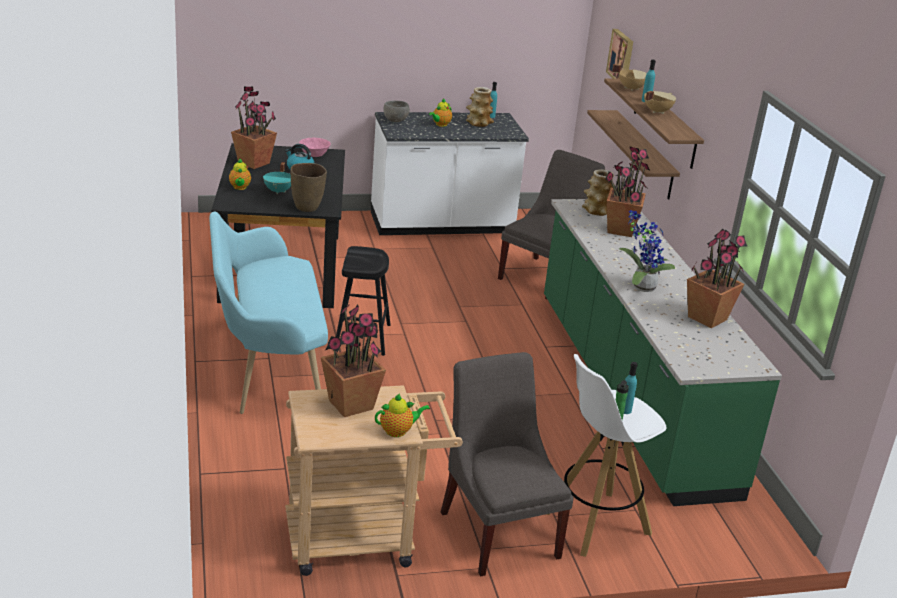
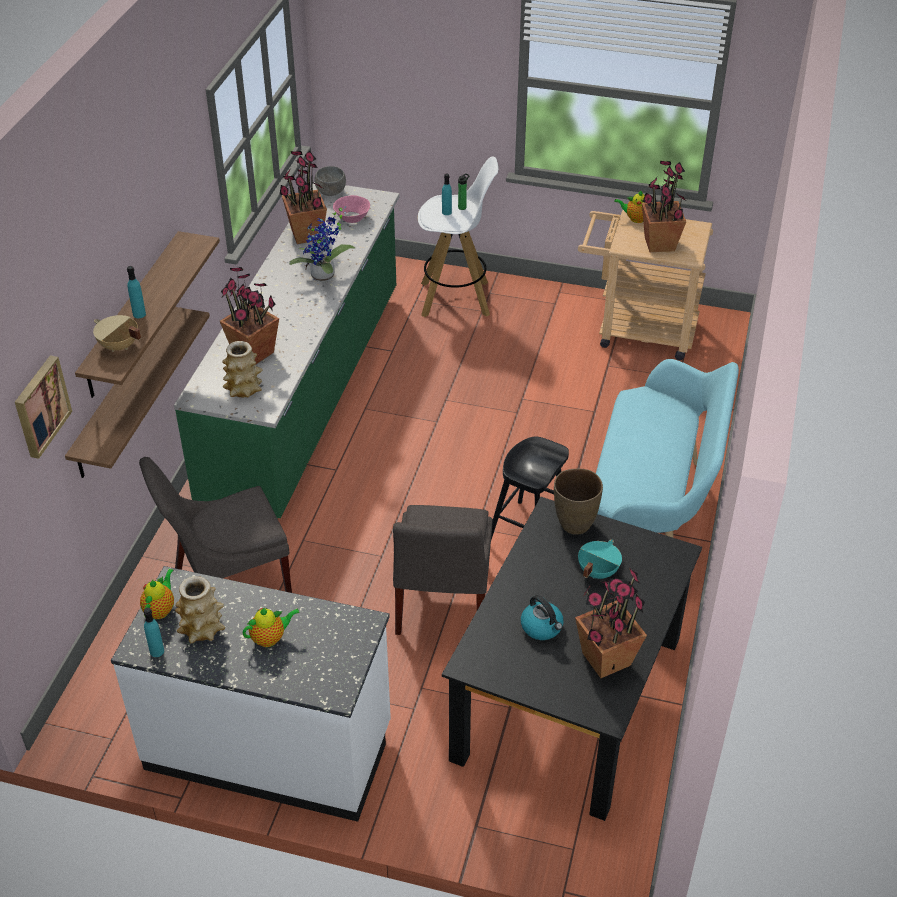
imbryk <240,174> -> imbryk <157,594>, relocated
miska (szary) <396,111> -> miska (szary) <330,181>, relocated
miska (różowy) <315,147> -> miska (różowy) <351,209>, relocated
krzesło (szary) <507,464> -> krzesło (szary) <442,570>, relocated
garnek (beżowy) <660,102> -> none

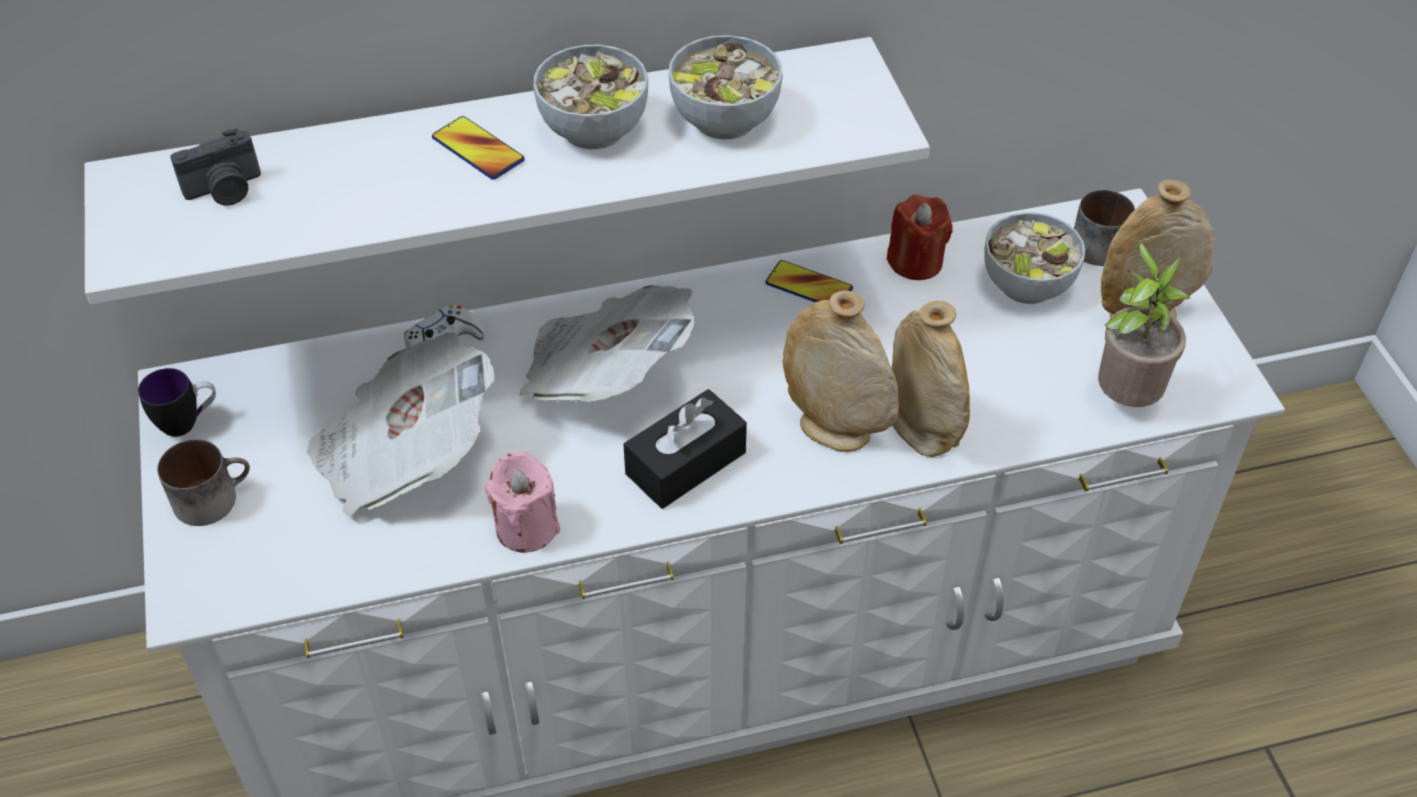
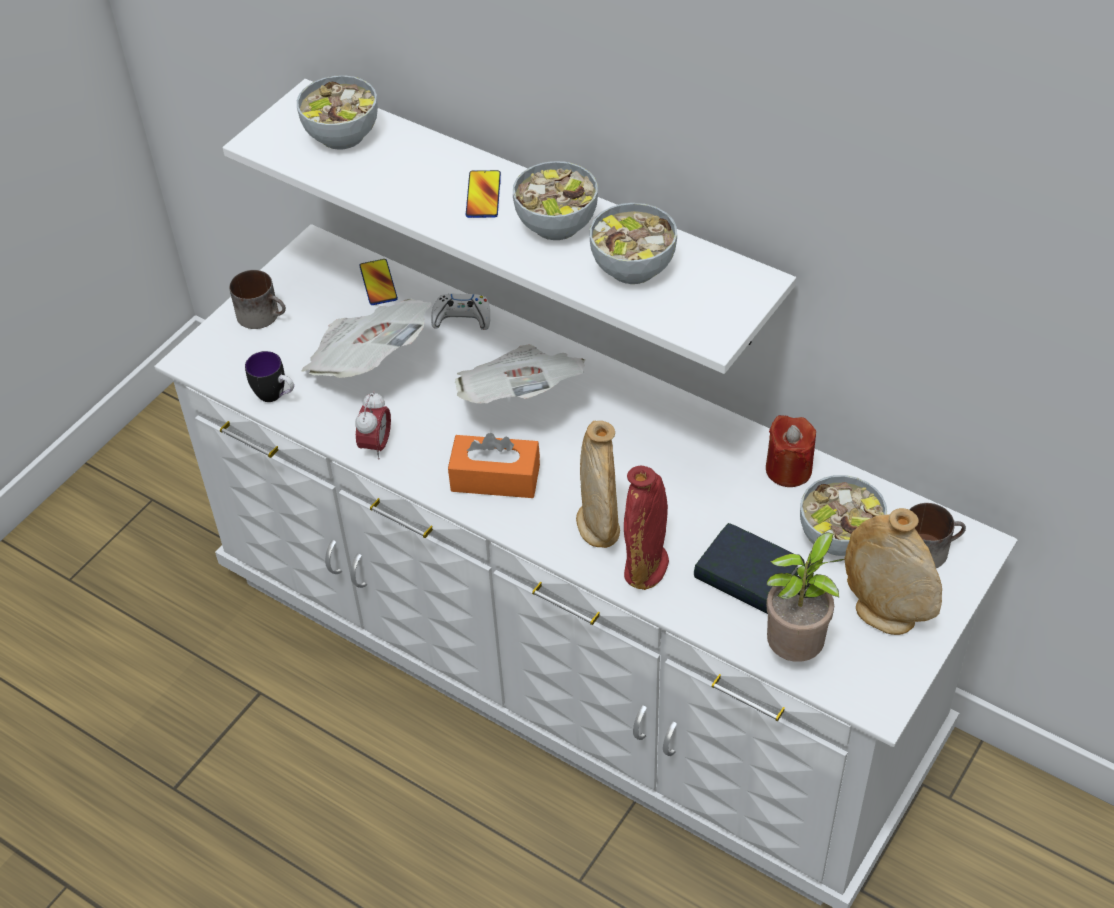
kubek <177,402> -> kubek <269,376>, relocated
aparat fotograficzny <215,167> -> miska <337,112>
świeca (różowy) <522,502> -> budzik <373,425>
telefon <809,281> -> telefon <378,282>, relocated
pudełko chusteczek (czarny) <685,449> -> pudełko chusteczek (pomarańczowy) <494,465>
wazon (beżowy) <931,379> -> wazon (czerwony) <646,528>
none -> książka <746,568>

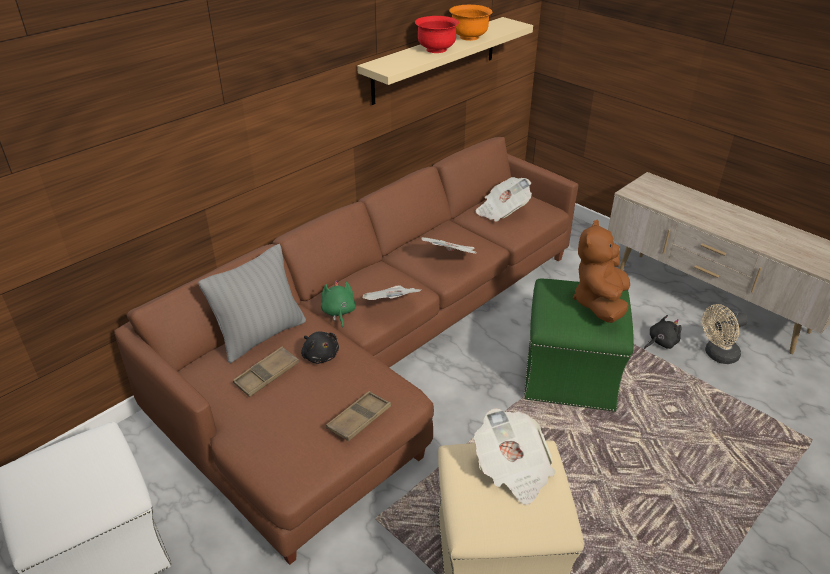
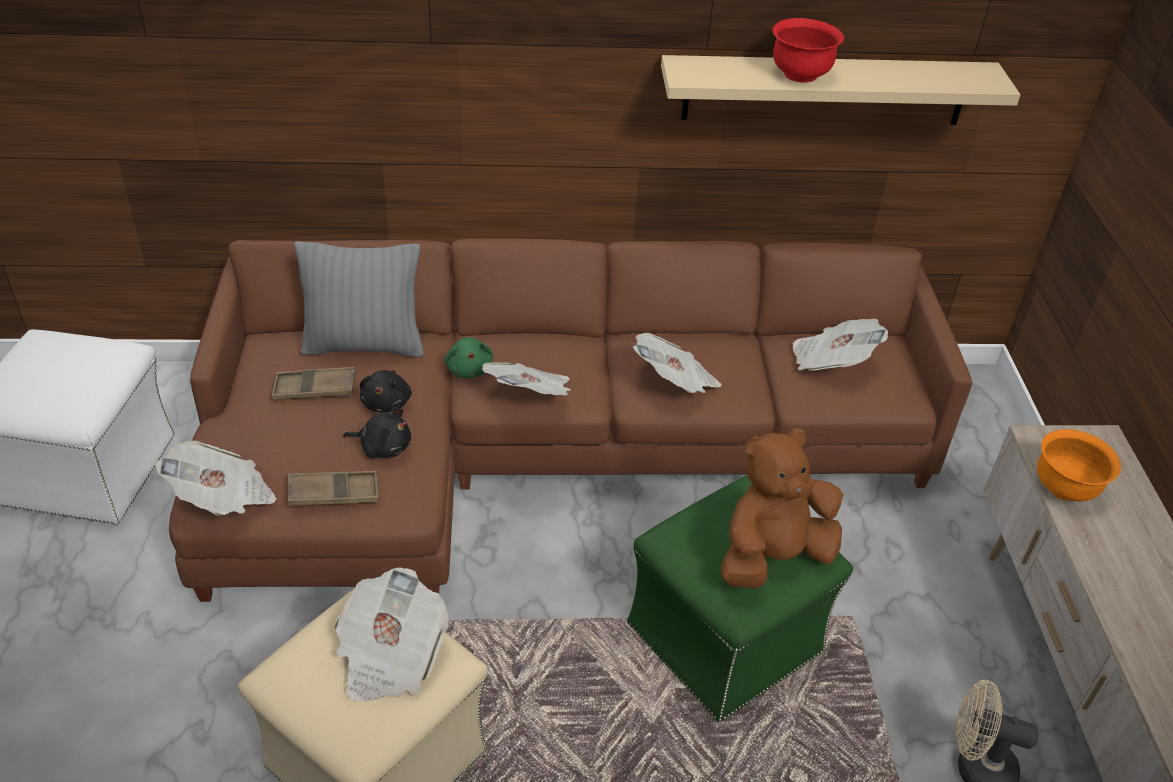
none -> gazeta <216,478>
pluszak (czarny) <662,332> -> pluszak (czarny) <377,433>, relocated
pluszak (zielony) <338,304> -> pluszak (zielony) <468,357>, 135 degrees clockwise
miska (pomarańczowy) <470,23> -> miska (pomarańczowy) <1079,465>, relocated

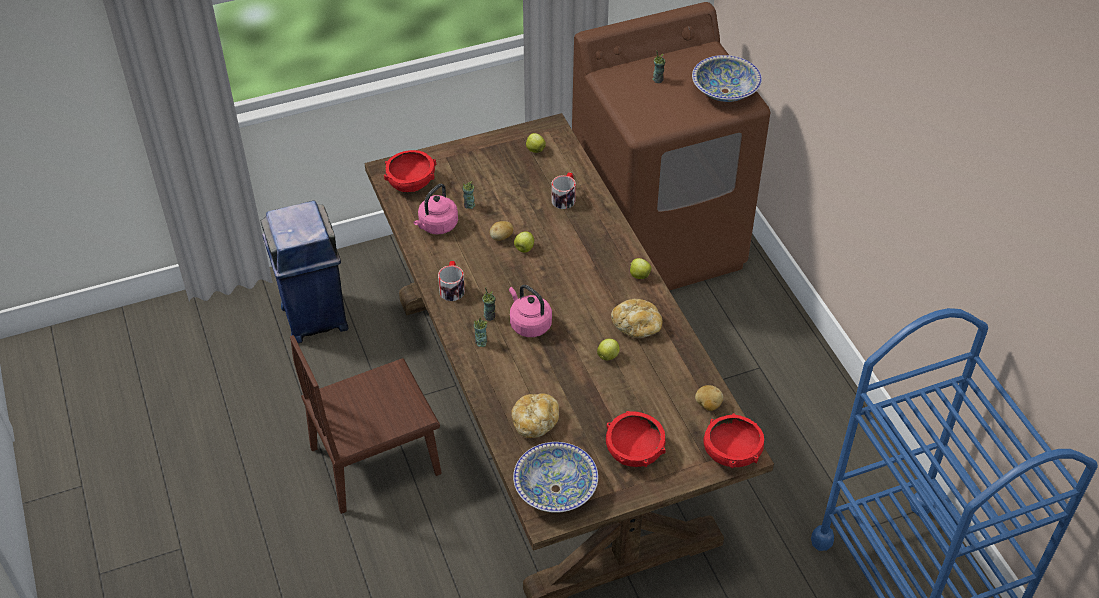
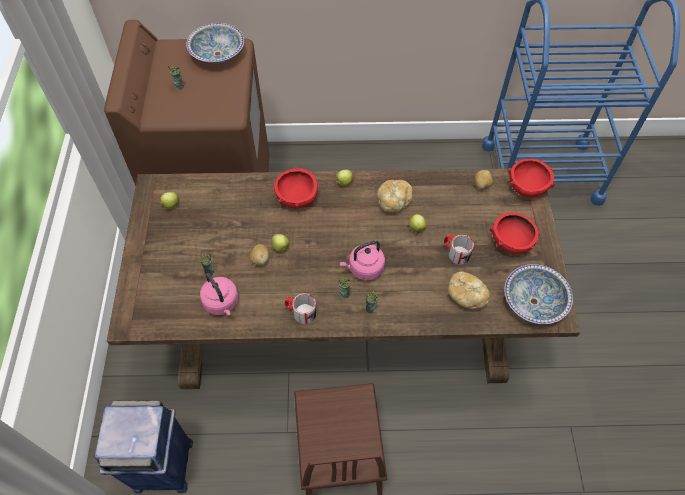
miska (czerwony) <410,171> -> miska (czerwony) <295,188>, relocated
kubek <564,190> -> kubek <459,249>, relocated

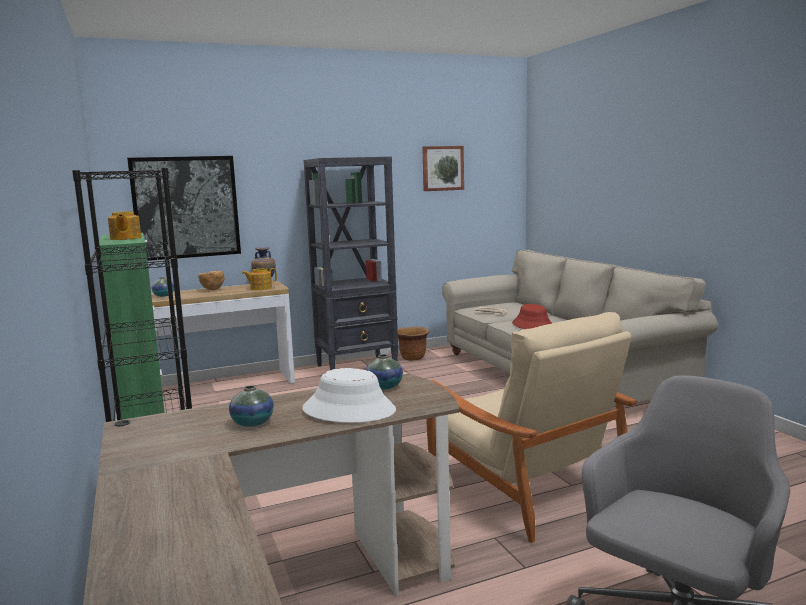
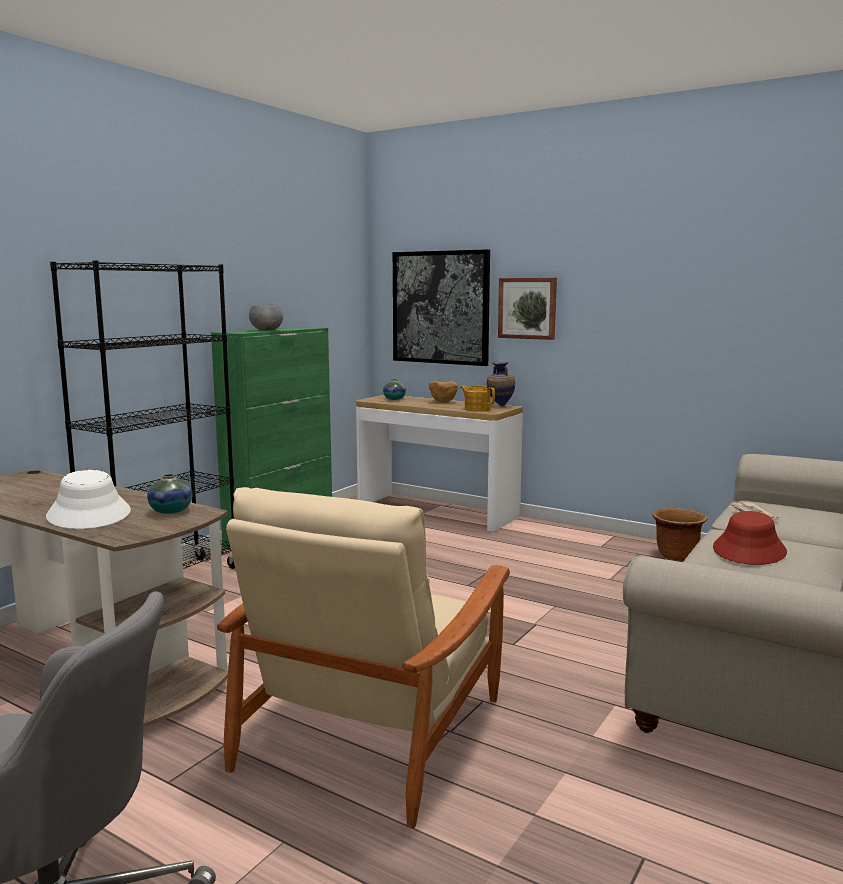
imbryk <124,225> -> miska (szary) <266,317>
obraz <443,168> -> obraz <527,309>, relocated
wazon <251,406> -> none
regał (czarny) <351,263> -> none

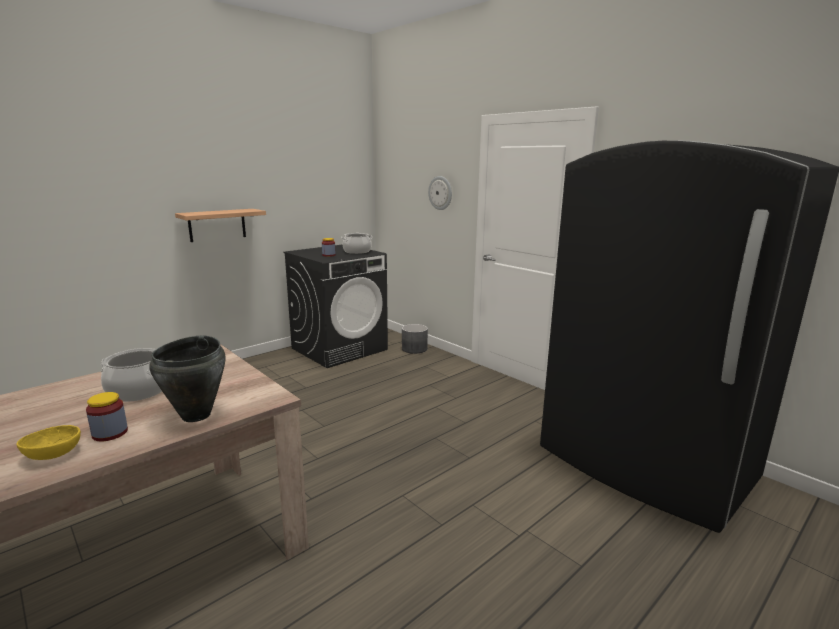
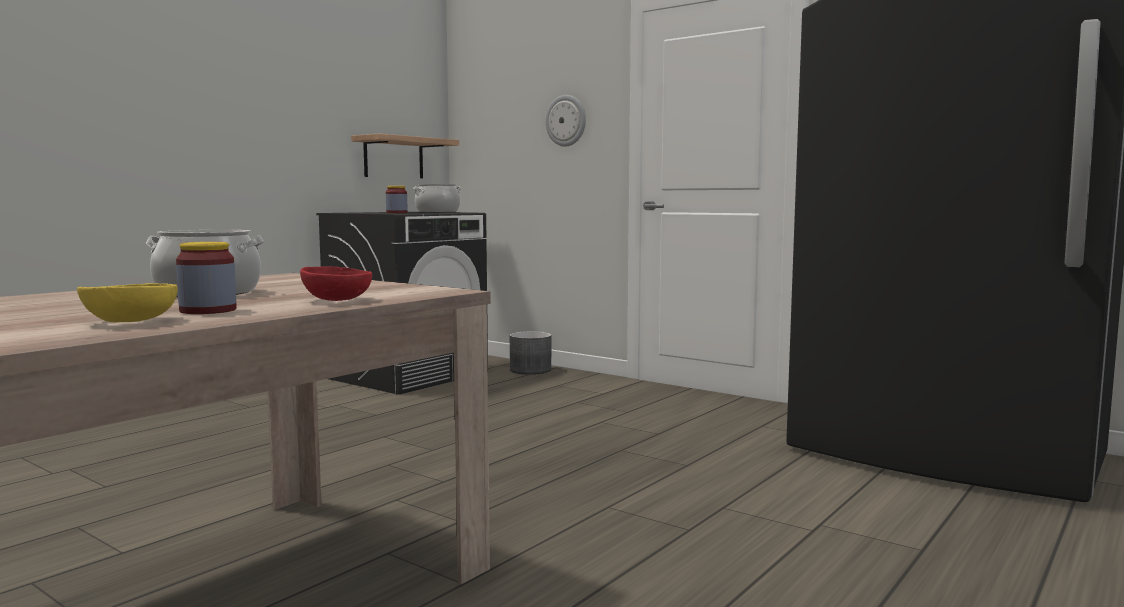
garnek (czarny) <188,379> -> miska (czerwony) <336,283>
półka <220,225> -> półka <405,156>, relocated

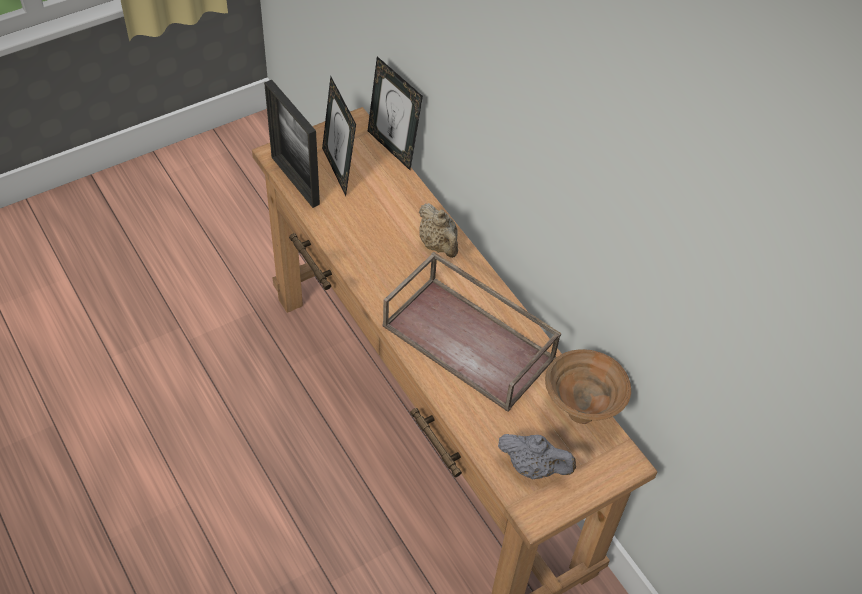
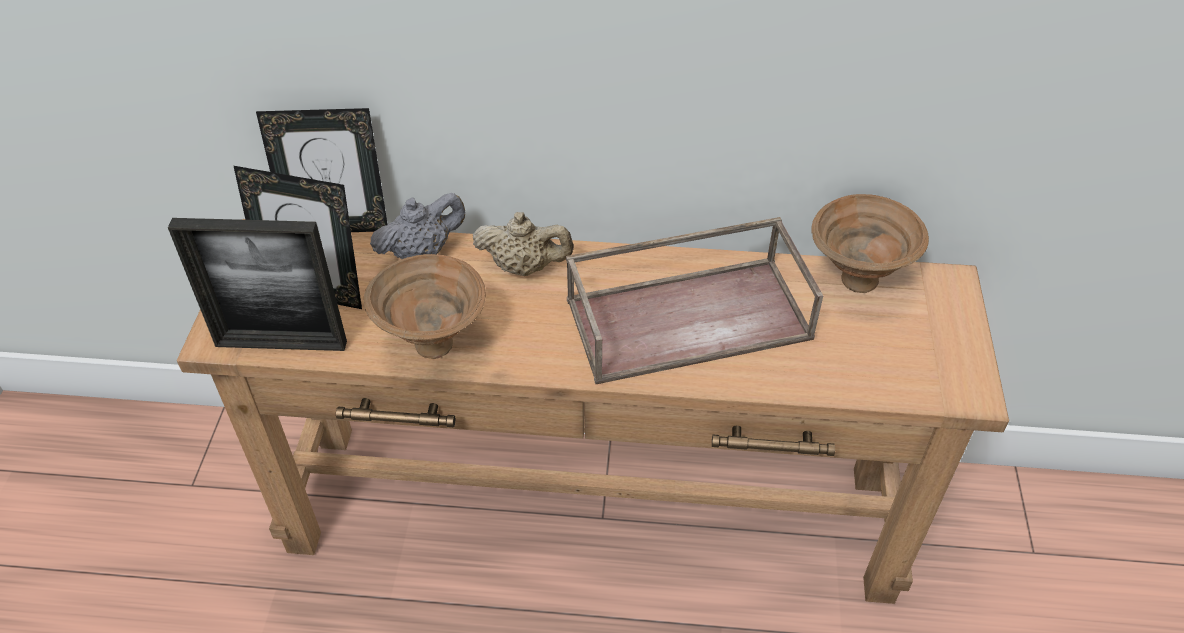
none -> miska (brązowy) <425,306>
imbryk (szary) <537,457> -> imbryk (szary) <418,226>, relocated

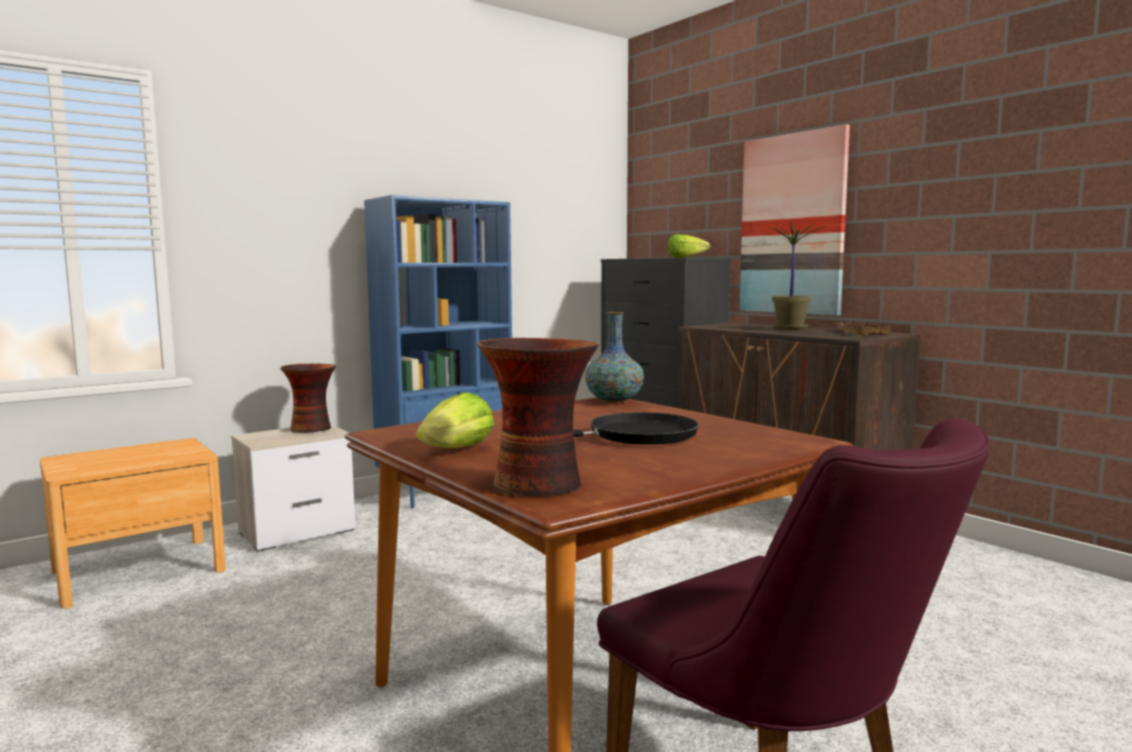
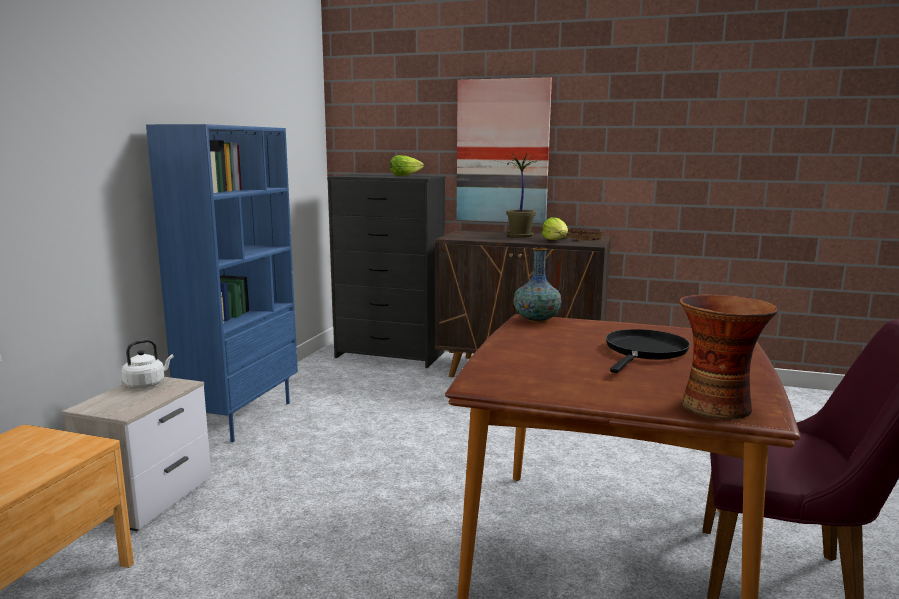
wazon <308,398> -> czajnik (biały) <148,363>
sałata <455,420> -> sałata <555,228>, relocated

